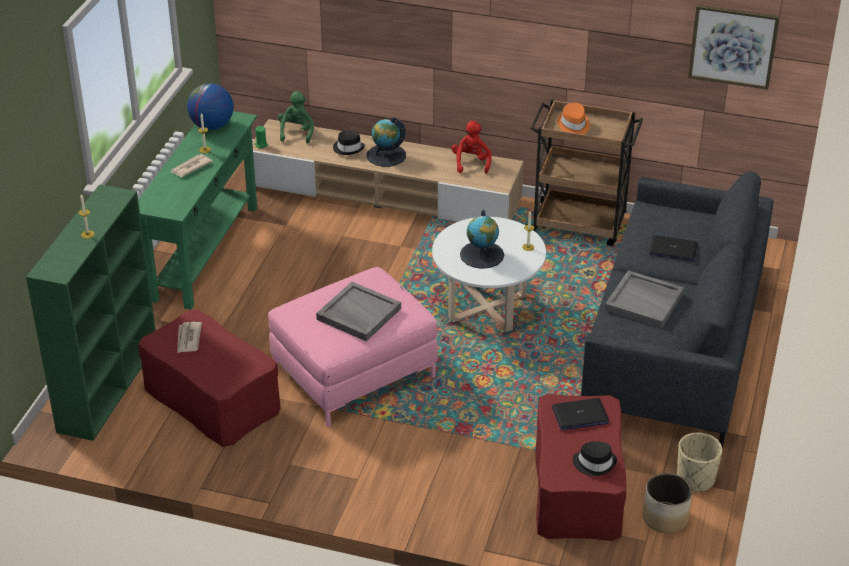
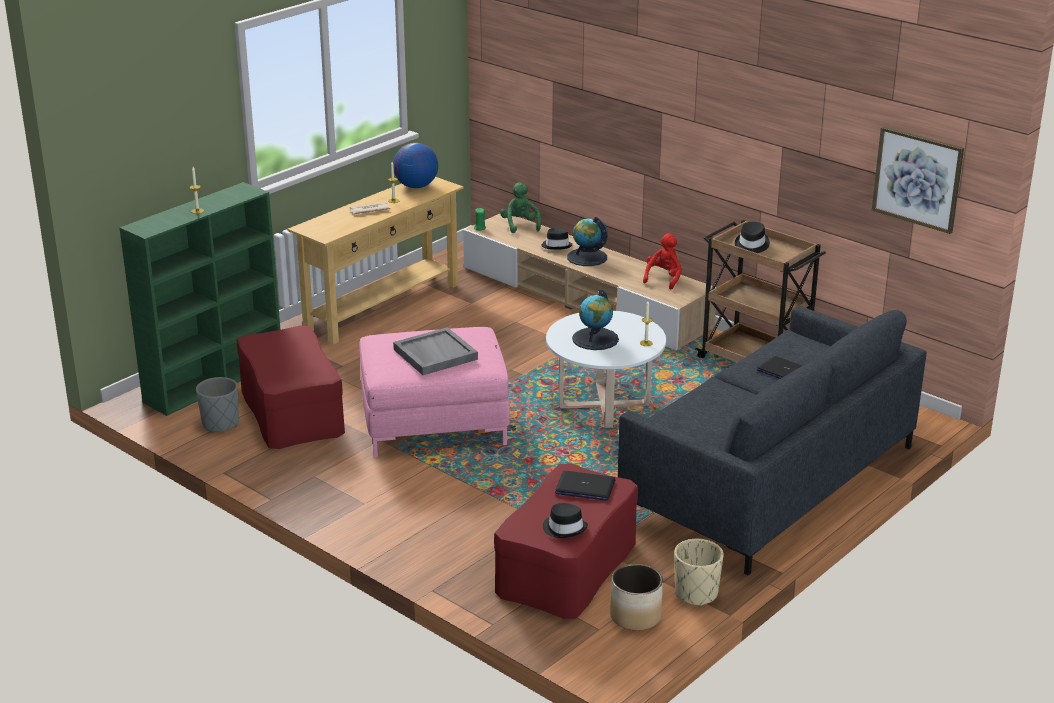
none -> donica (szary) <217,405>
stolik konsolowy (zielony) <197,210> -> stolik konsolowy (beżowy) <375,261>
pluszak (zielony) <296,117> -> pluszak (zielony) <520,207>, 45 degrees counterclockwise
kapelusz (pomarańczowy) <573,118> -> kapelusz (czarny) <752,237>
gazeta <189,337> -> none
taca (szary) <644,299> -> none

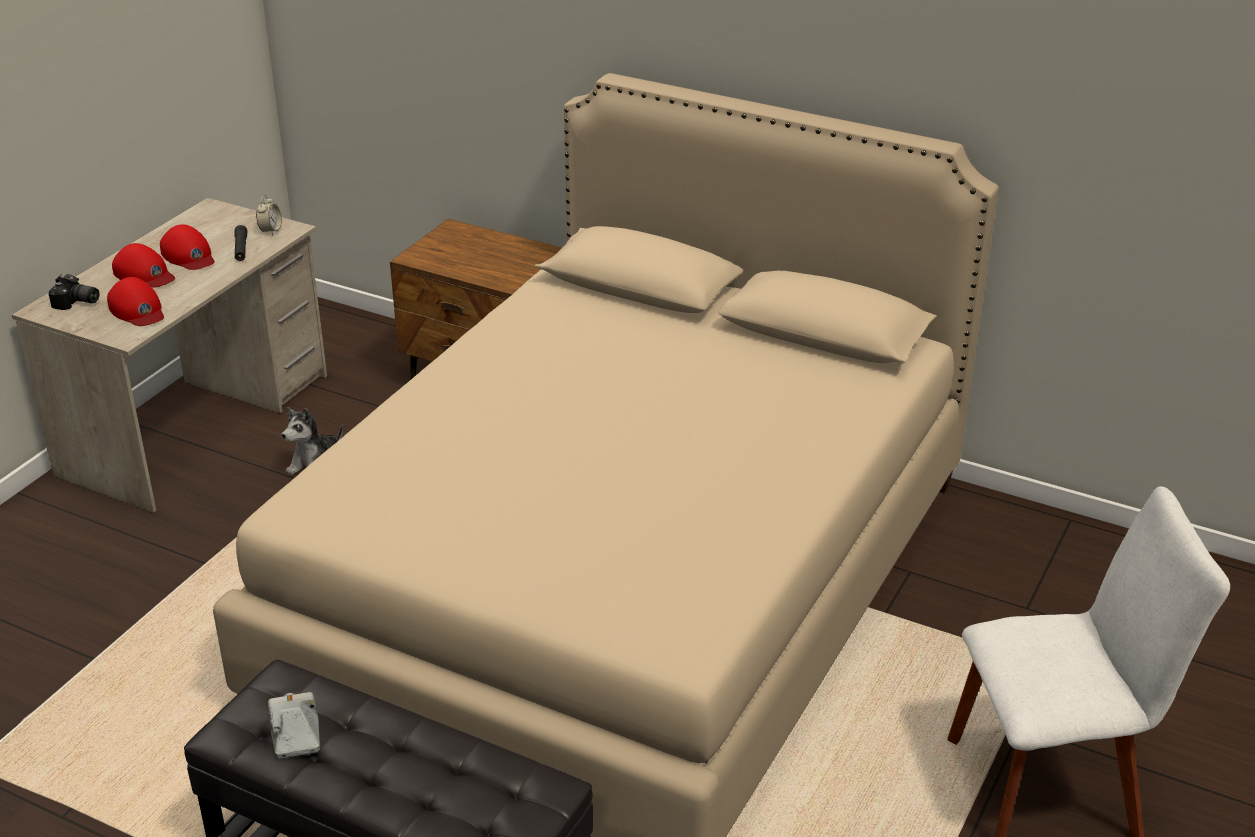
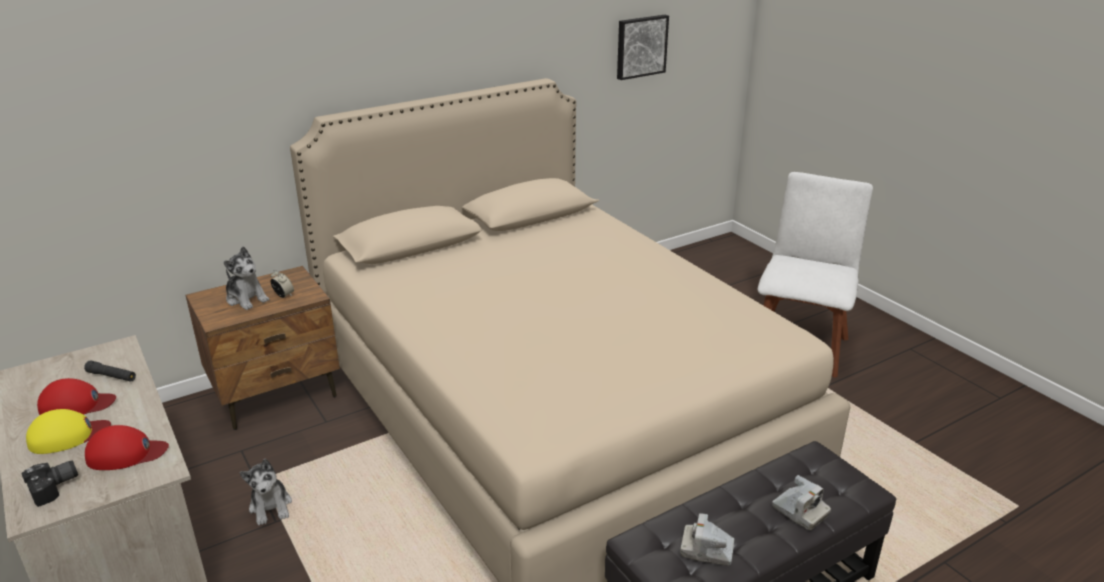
czapka z daszkiem (czerwony) <143,265> -> czapka z daszkiem (żółty) <68,431>
none -> pluszak <247,278>
budzik <269,215> -> budzik <282,284>, relocated
none -> obraz <643,47>
none -> aparat fotograficzny <801,502>

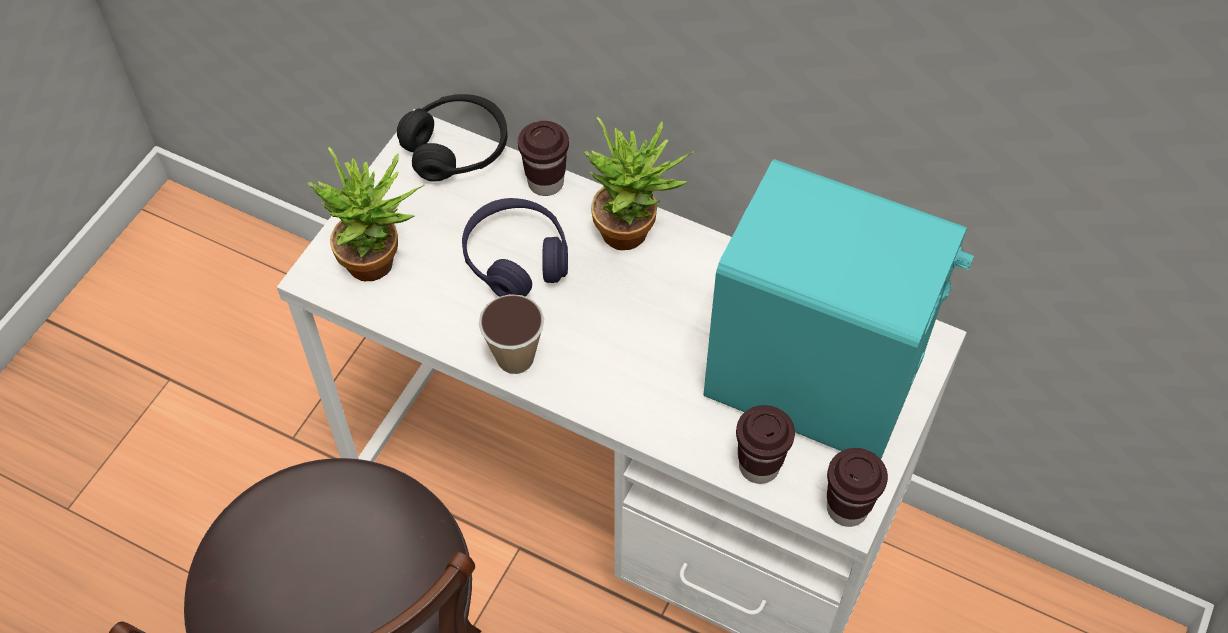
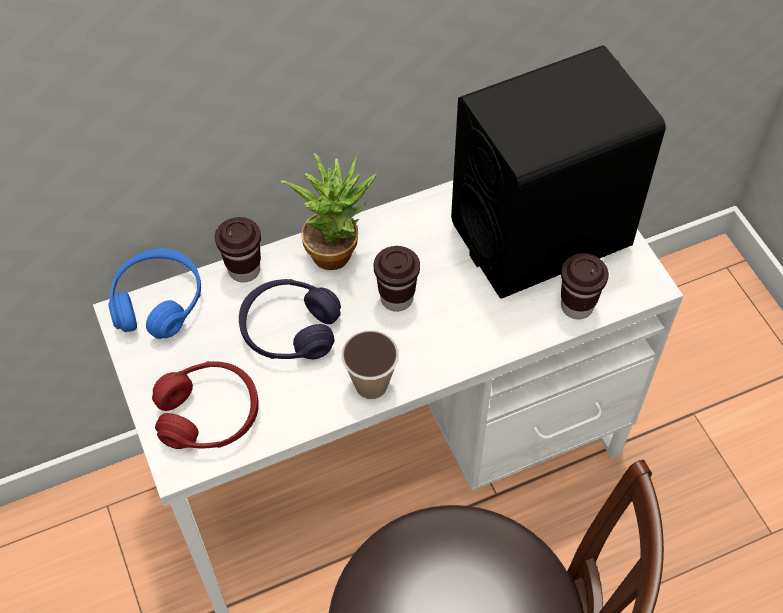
słuchawki (czarny) <452,138> -> słuchawki (niebieski) <154,293>
roślina doniczkowa <366,214> -> słuchawki (czerwony) <205,405>
filiżanka (brązowy) <857,487> -> filiżanka (brązowy) <397,279>, relocated
głośnik (turkusowy) <838,309> -> głośnik (czarny) <558,172>

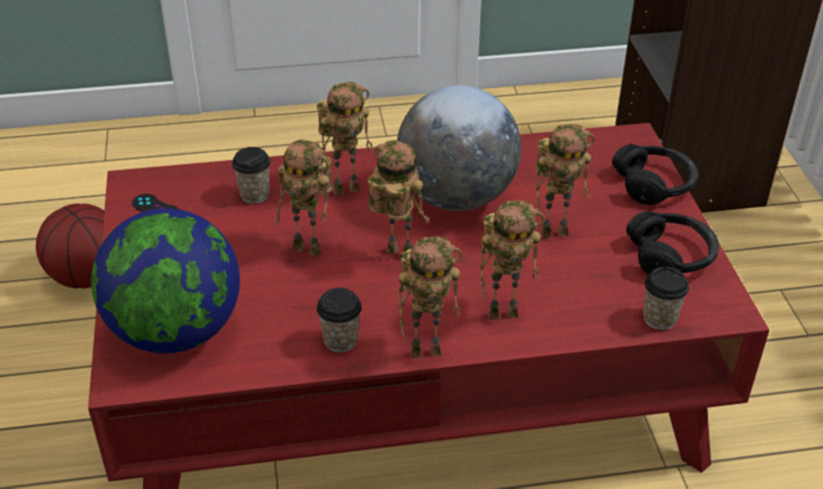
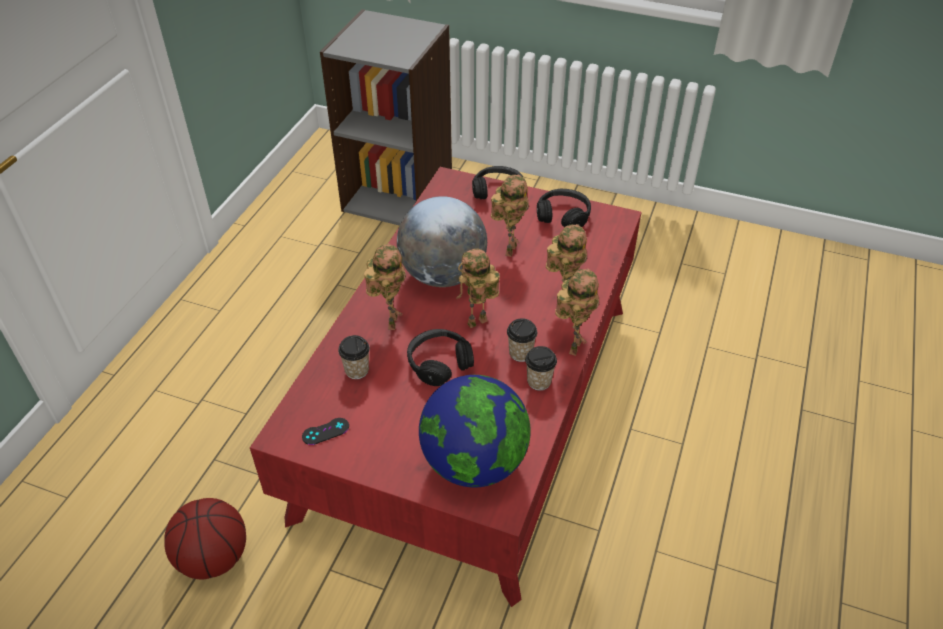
robot zabawkowy <304,198> -> słuchawki (czarny) <440,357>
filiżanka <666,298> -> filiżanka <522,340>, relocated

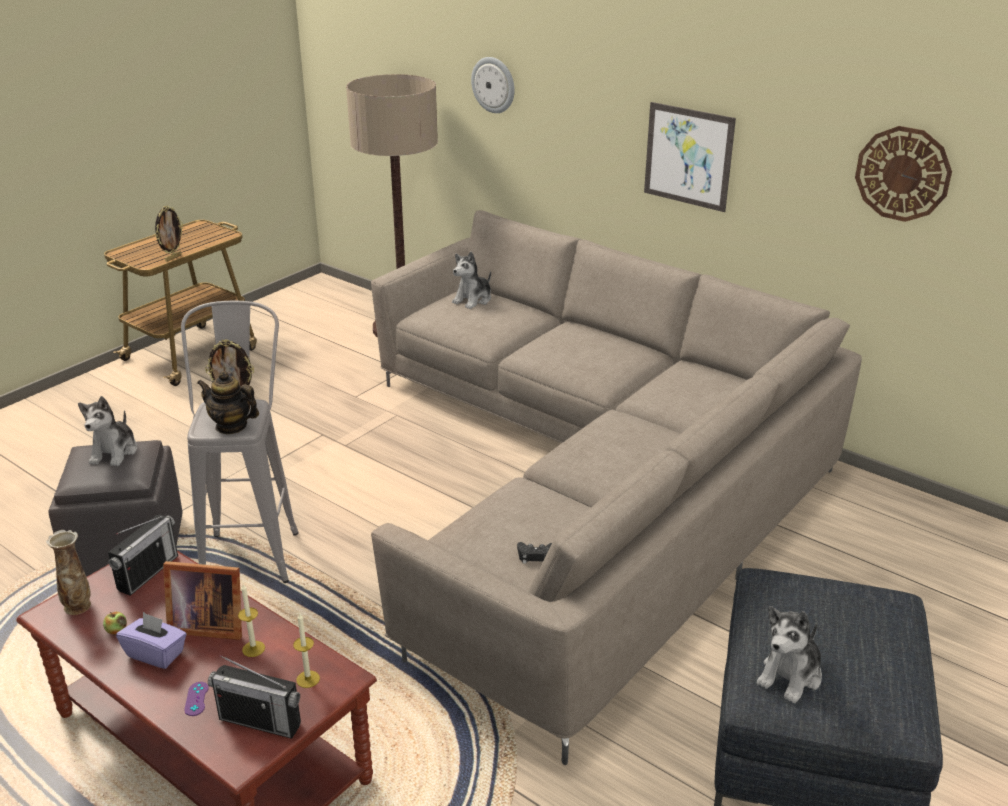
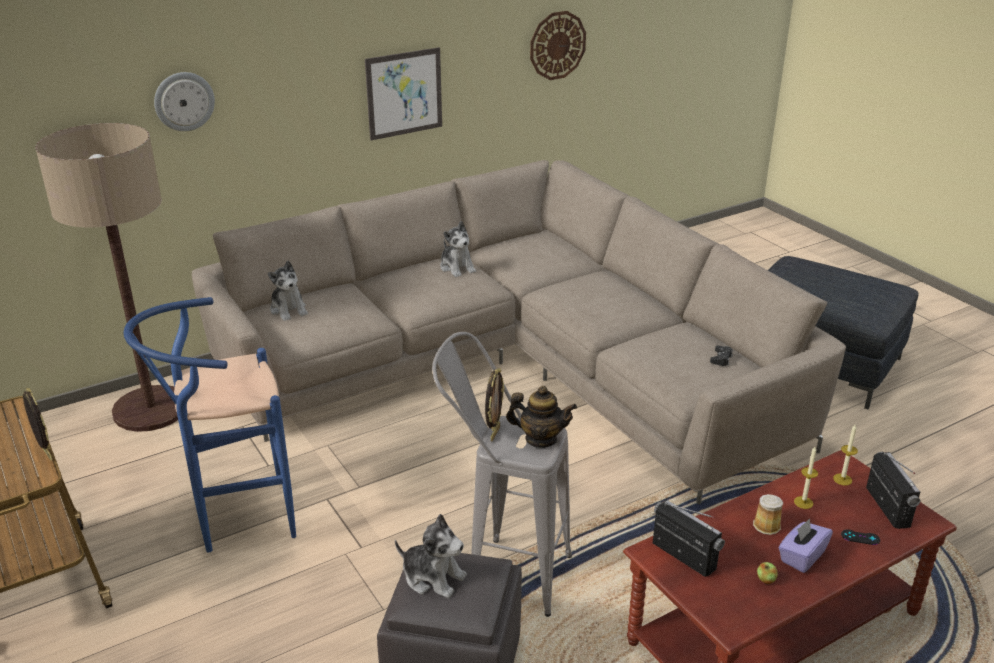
none -> stołek (niebieski) <210,425>
pluszak <789,654> -> pluszak <458,249>, relocated
imbryk <228,402> -> imbryk <541,417>, 120 degrees counterclockwise
ramka na zdjęcie <202,600> -> kubek <768,514>
pad do gier (fioletowy) <196,699> -> pad do gier (czarny) <860,537>
radio <254,697> -> radio <893,490>, 45 degrees counterclockwise
wazon <68,572> -> none

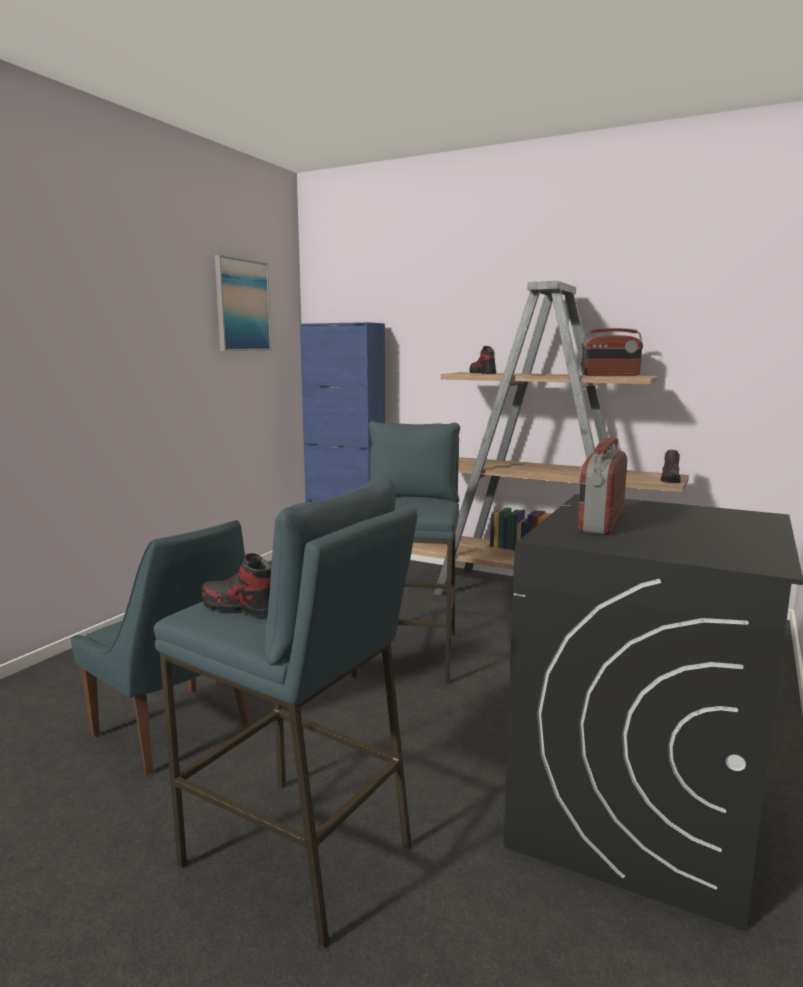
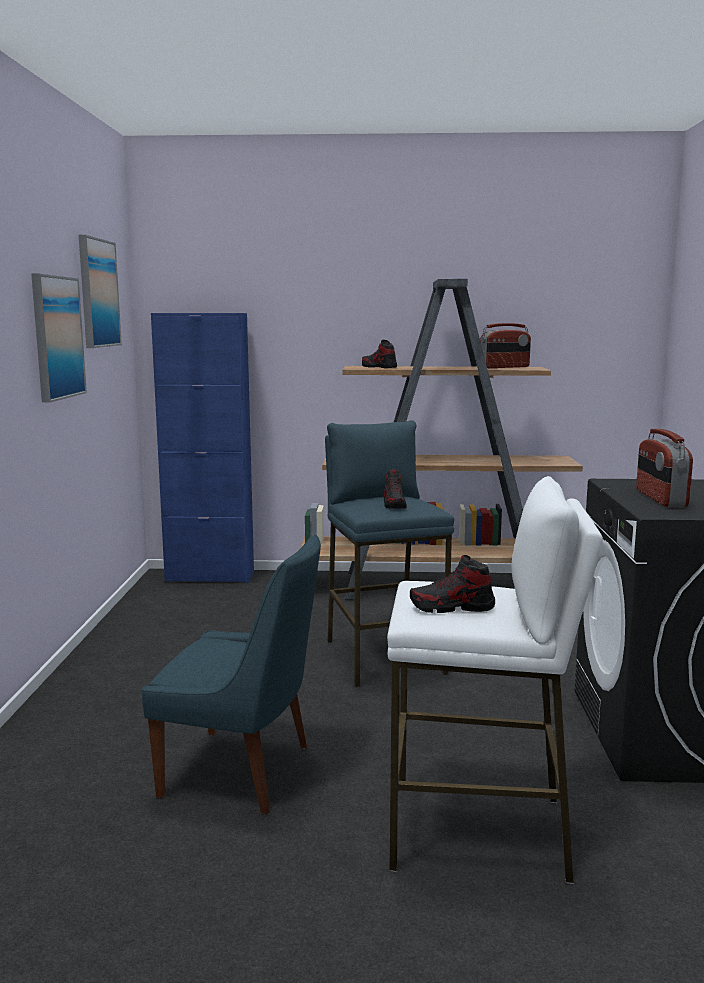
none -> obraz <59,338>
but <671,466> -> but <395,489>, relocated
stołek (niebieski) <286,713> -> stołek (biały) <495,680>

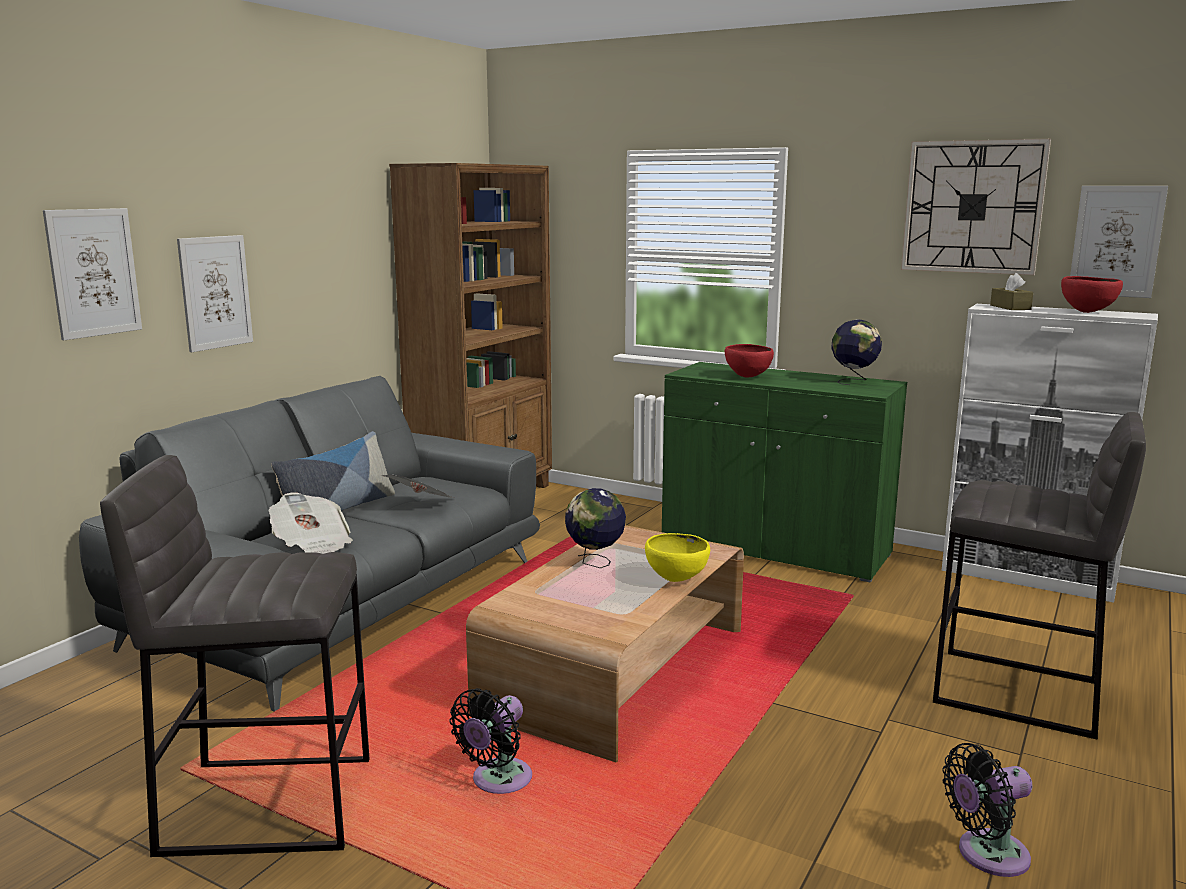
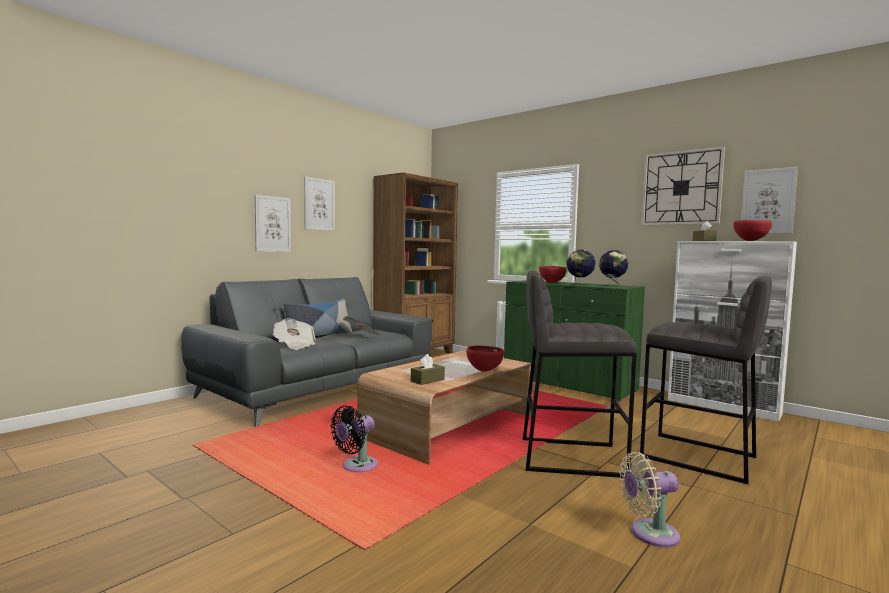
obraz <92,274> -> obraz <319,204>, relocated
none -> pudełko chusteczek (brązowy) <428,369>
miska (żółty) <677,557> -> miska (czerwony) <485,359>
stołek (szary) <234,656> -> stołek (szary) <580,374>, relocated
globus <595,528> -> globus <581,268>, relocated
wentylator (czarny) <987,810> -> wentylator (beżowy) <649,499>

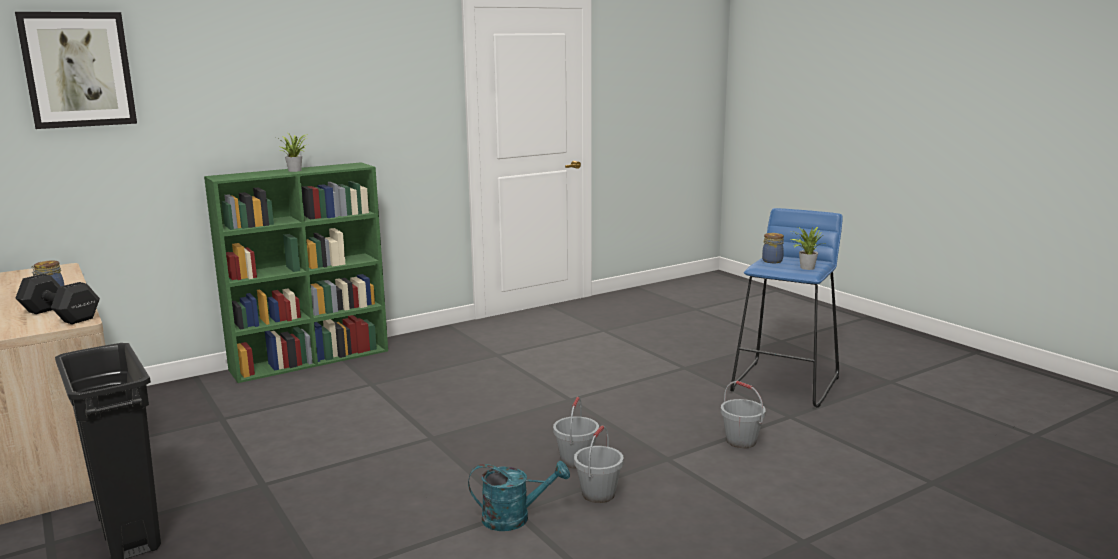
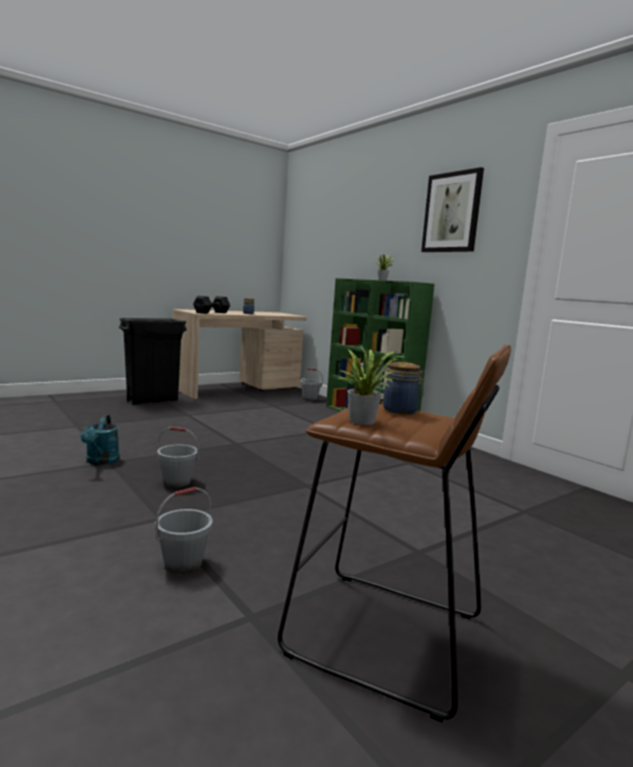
stołek (niebieski) <786,308> -> stołek (brązowy) <394,533>
wiadro (szary) <599,464> -> wiadro (szary) <311,384>, relocated
obraz <76,70> -> obraz <452,209>, relocated

